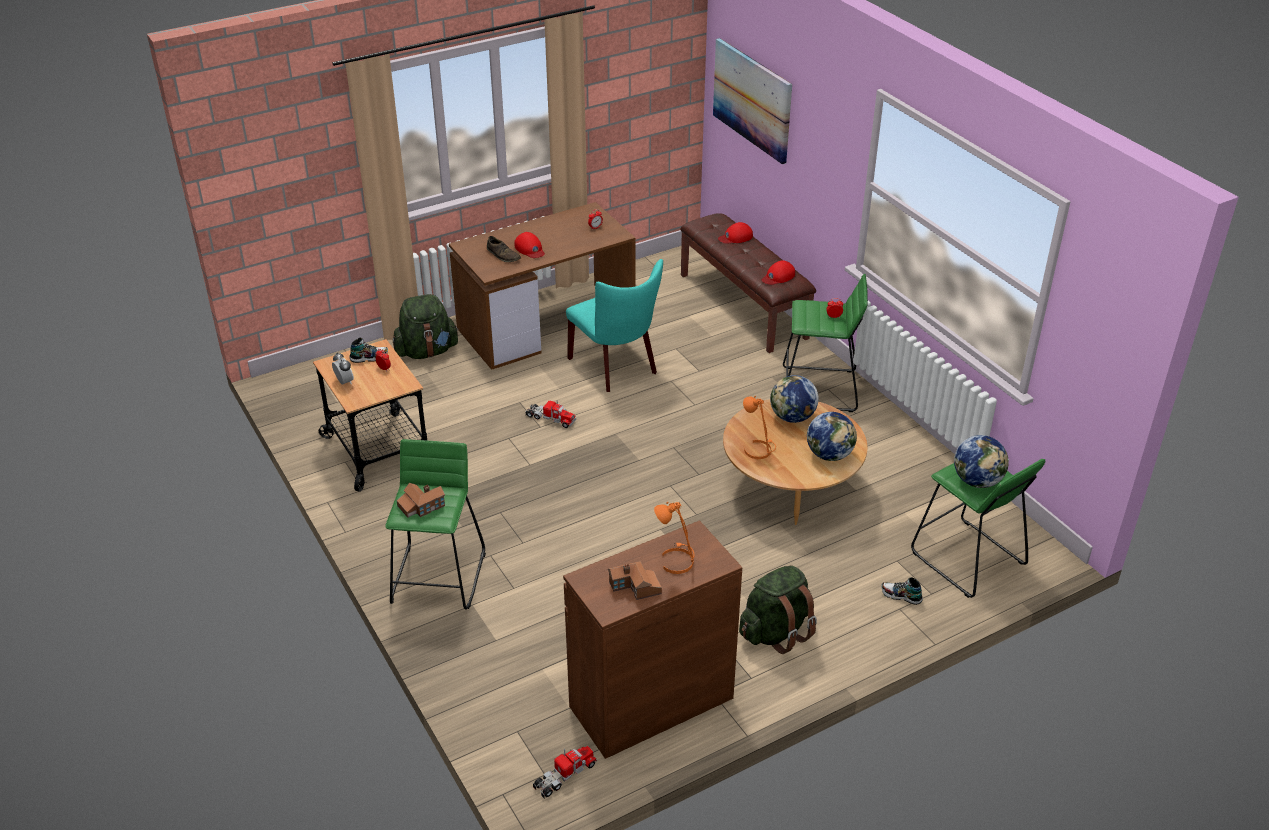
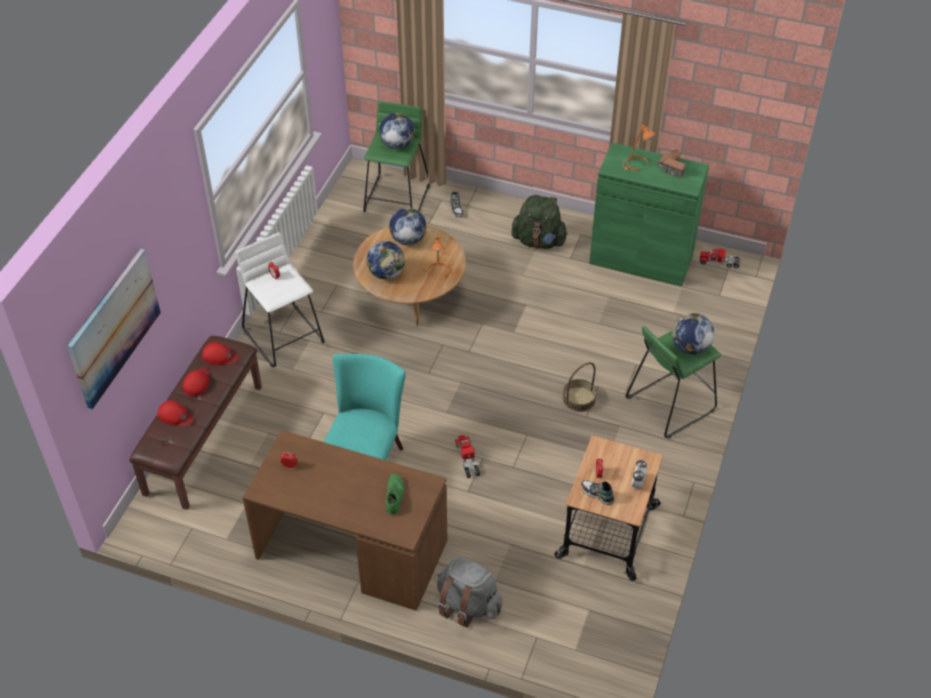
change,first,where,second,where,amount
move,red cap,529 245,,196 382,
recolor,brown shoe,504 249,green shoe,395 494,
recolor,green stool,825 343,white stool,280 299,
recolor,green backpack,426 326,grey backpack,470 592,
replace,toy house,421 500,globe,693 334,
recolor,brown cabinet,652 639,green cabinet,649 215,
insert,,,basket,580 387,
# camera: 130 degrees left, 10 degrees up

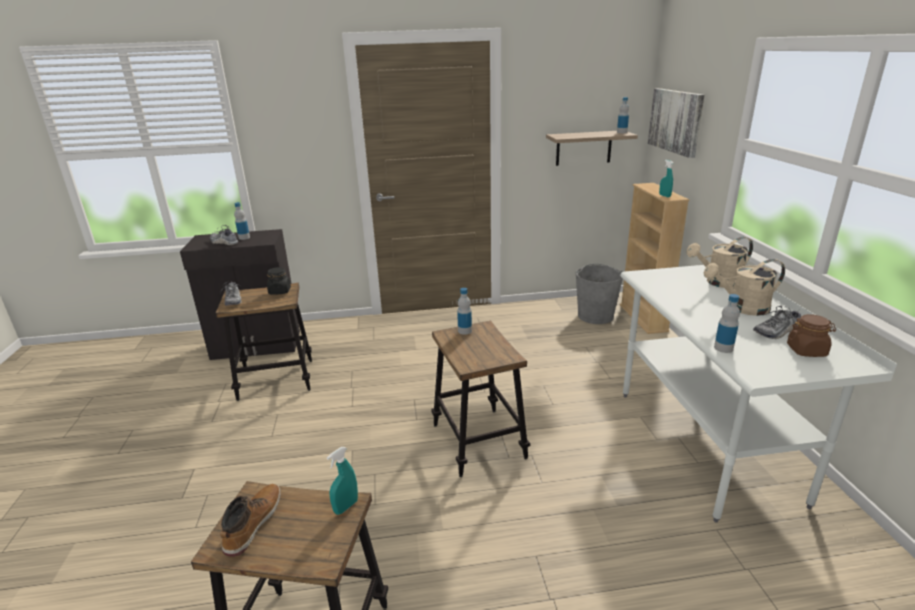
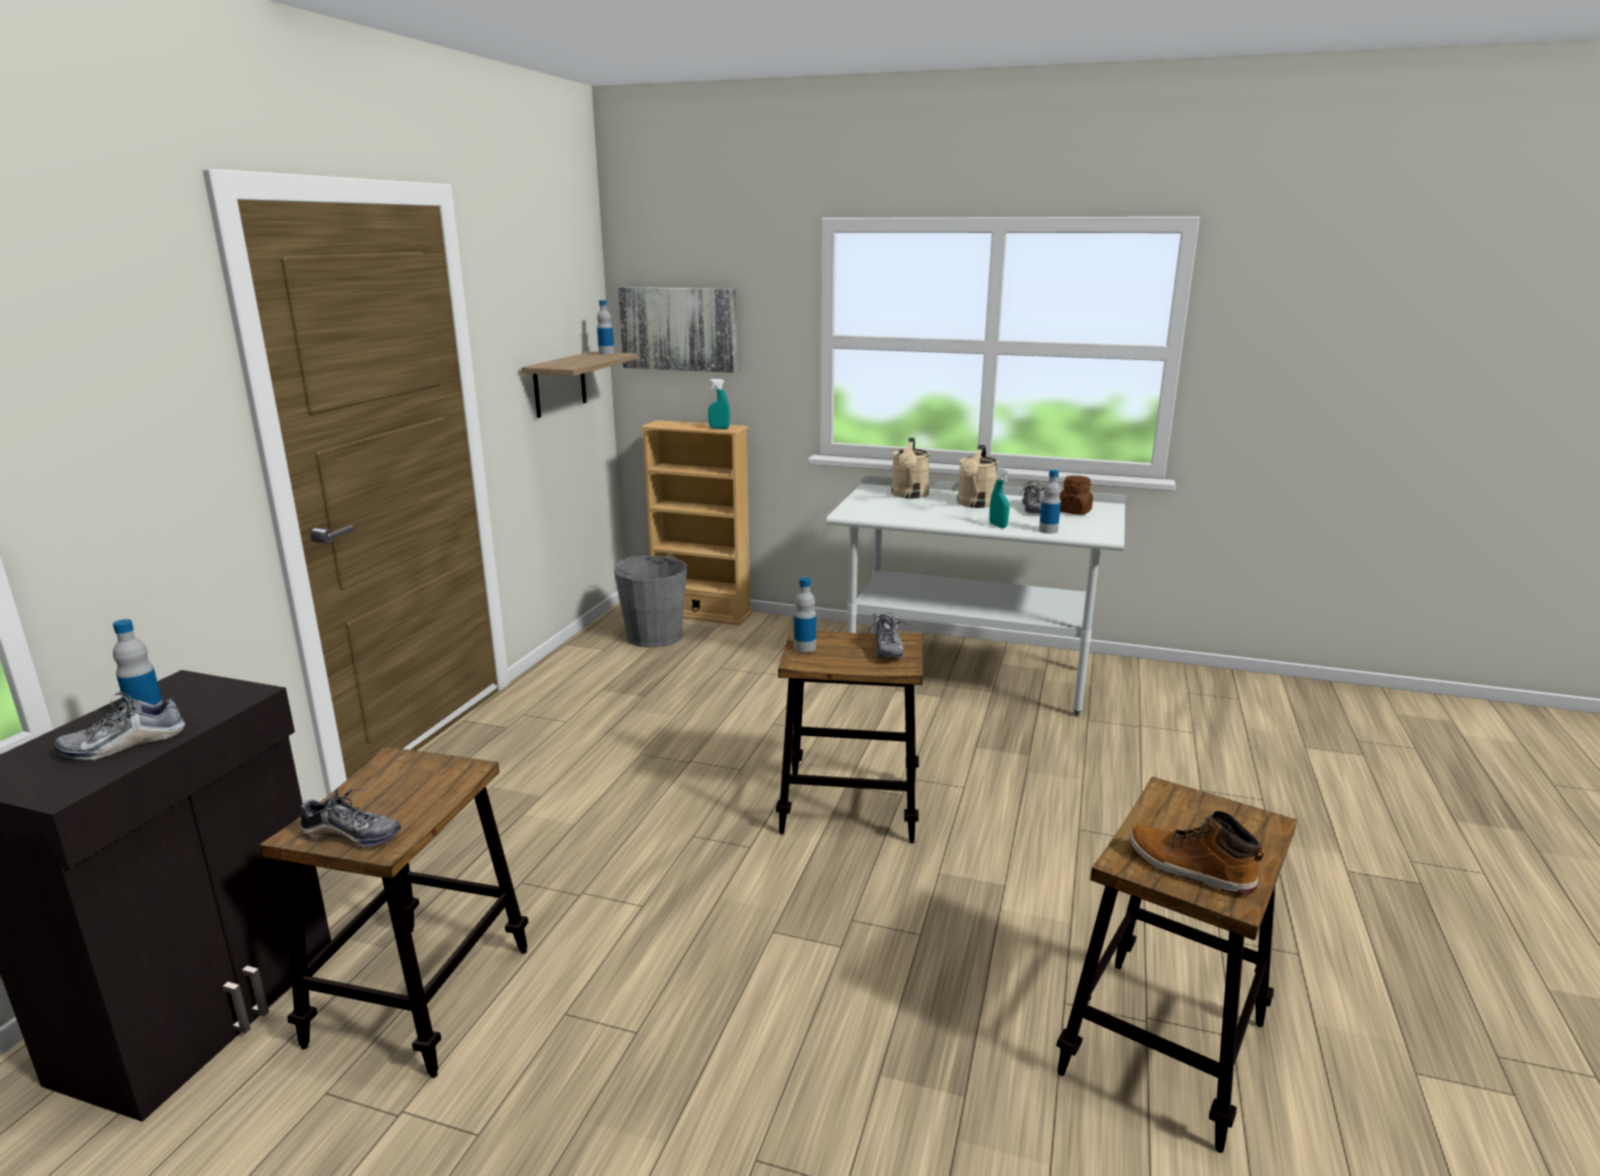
change,first,where,second,where,amount
delete,black jar,279 281,,,
move,turquoise spray bottle,342 481,,999 497,
insert,,,shoe,888 635,
# camera: 65 degrees left, 5 degrees down

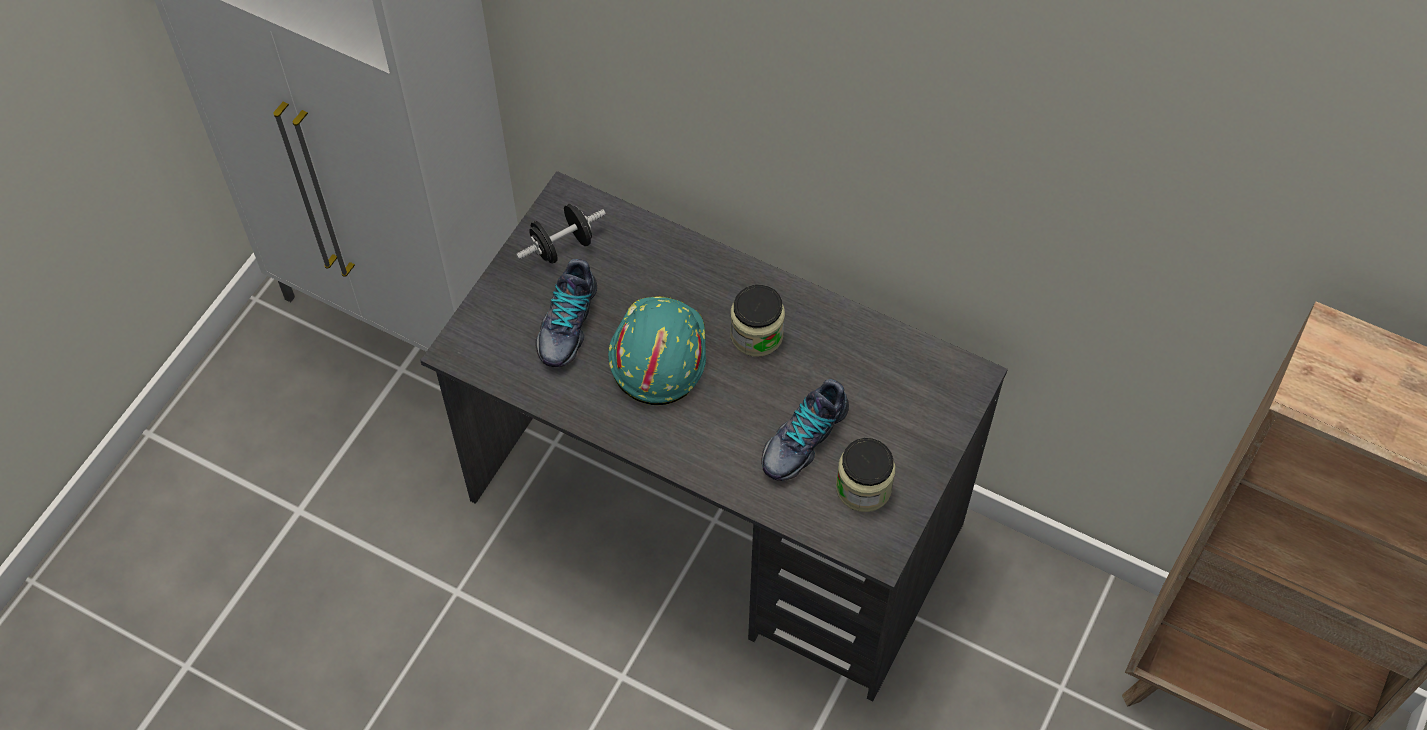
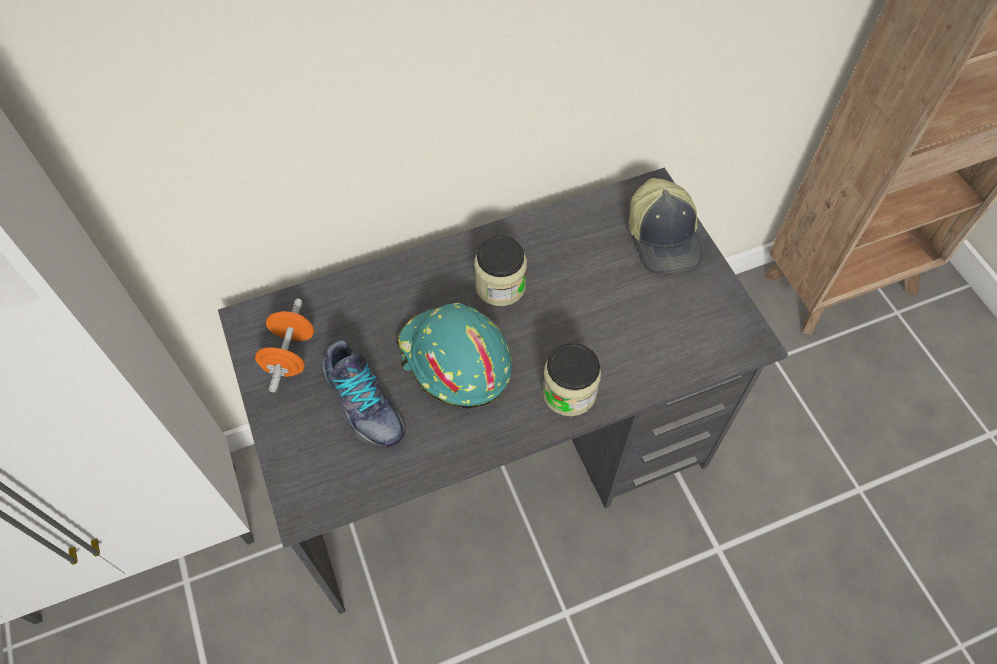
change,first,where,second,where,amount
recolor,black dumbbell,561 234,orange dumbbell,284 345,
delete,shoe,805 430,,,
move,jar,865 475,,571 379,
insert,,,cap,665 226,
# camera: 50 degrees left, 0 degrees up

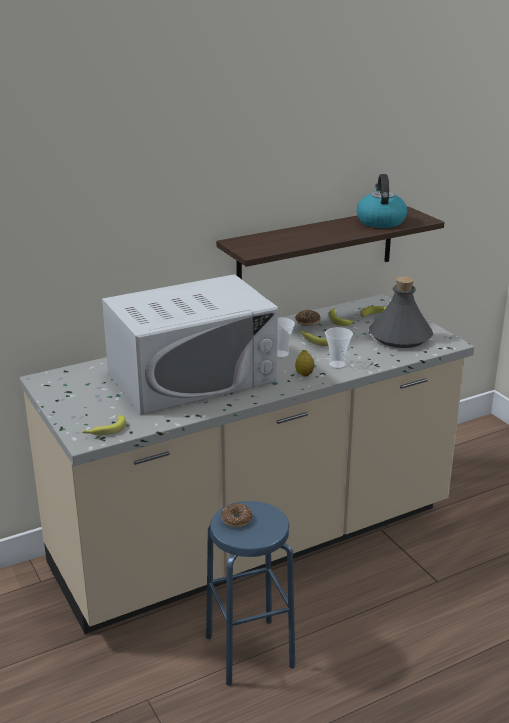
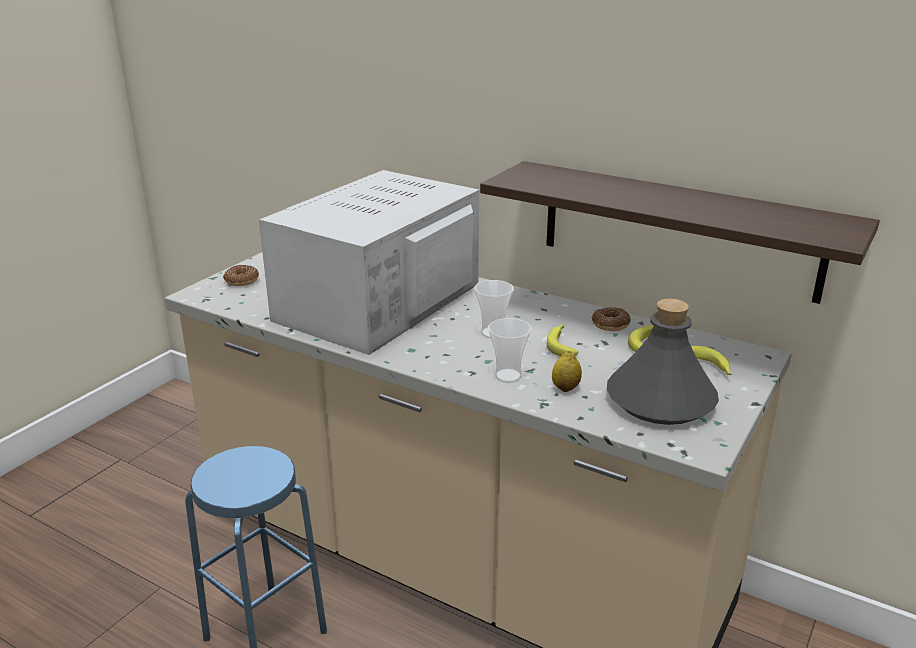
change,first,where,second,where,amount
delete,kettle,381 201,,,
rotate,white microwave,190 344,,369 262,90 degrees clockwise
move,lemon,304 363,,567 371,
delete,banana,104 425,,,
move,donut,237 515,,241 275,
# camera: 60 degrees right, 0 degrees up

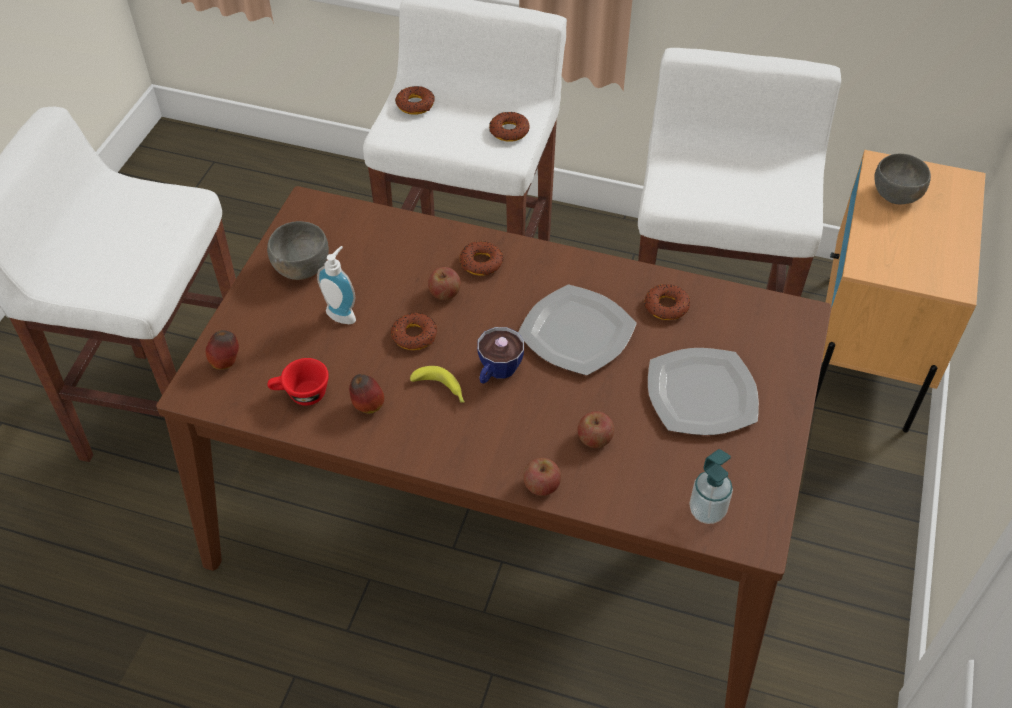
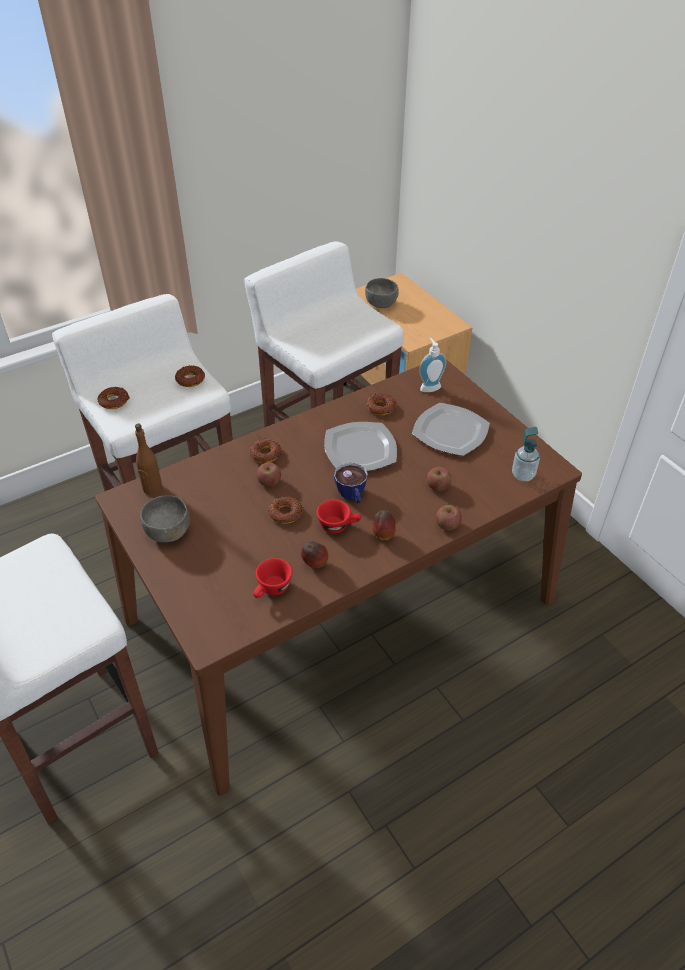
change,first,where,second,where,amount
move,soap dispenser,336 285,,432 365,
move,apple,222 349,,384 525,
replace,banana,437 384,red cup,339 516,
insert,,,brown bottle,148 460,
# camera: 50 degrees left, 5 degrees down

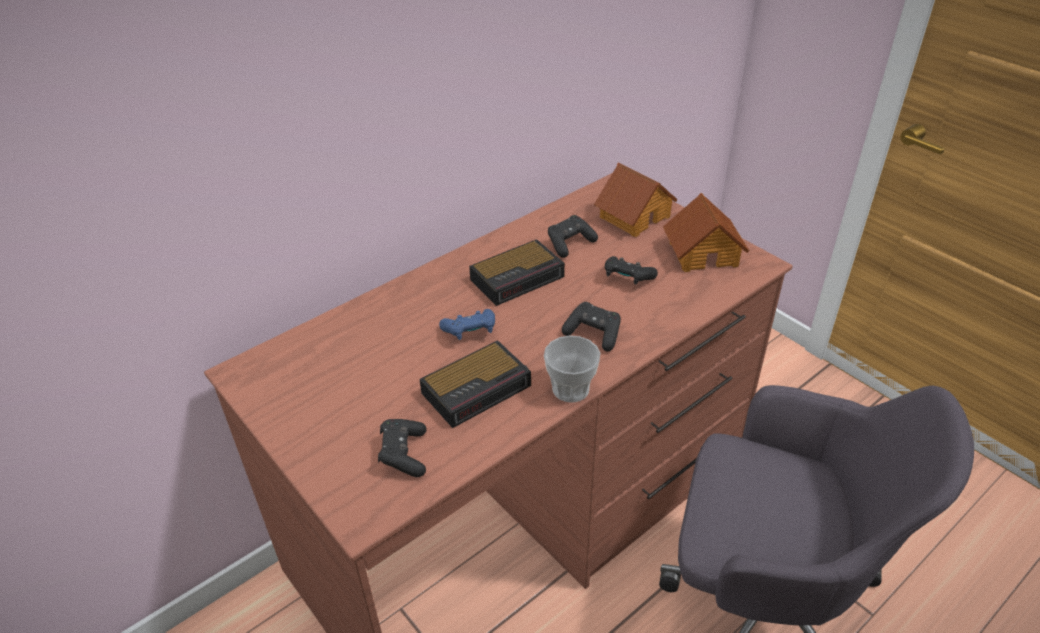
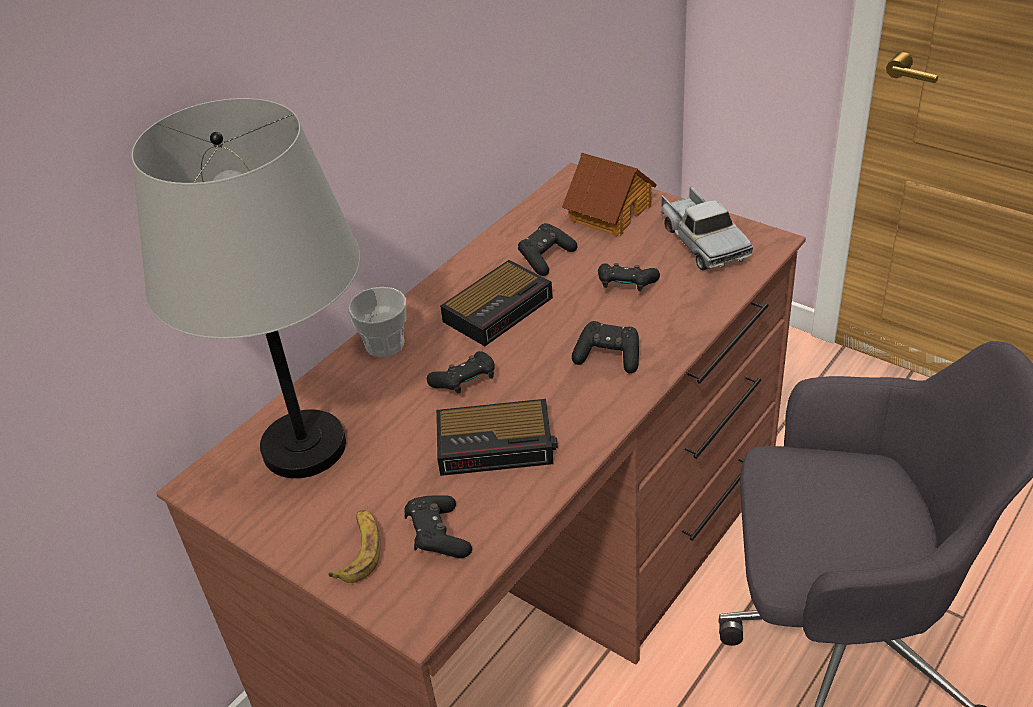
change,first,where,second,where,amount
replace,toy house,706 232,toy truck,707 228,
recolor,blue game controller,467 324,black game controller,461 372,
move,cup,572 369,,377 322,
rotate,alarm clock,475 384,,497 437,45 degrees clockwise
insert,,,grey table lamp,246 288,
insert,,,banana,354 546,
# camera: 10 degrees left, 0 degrees up

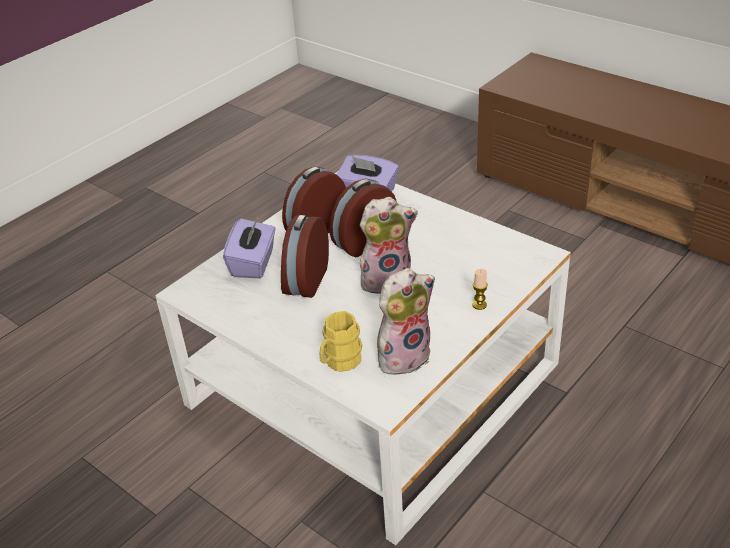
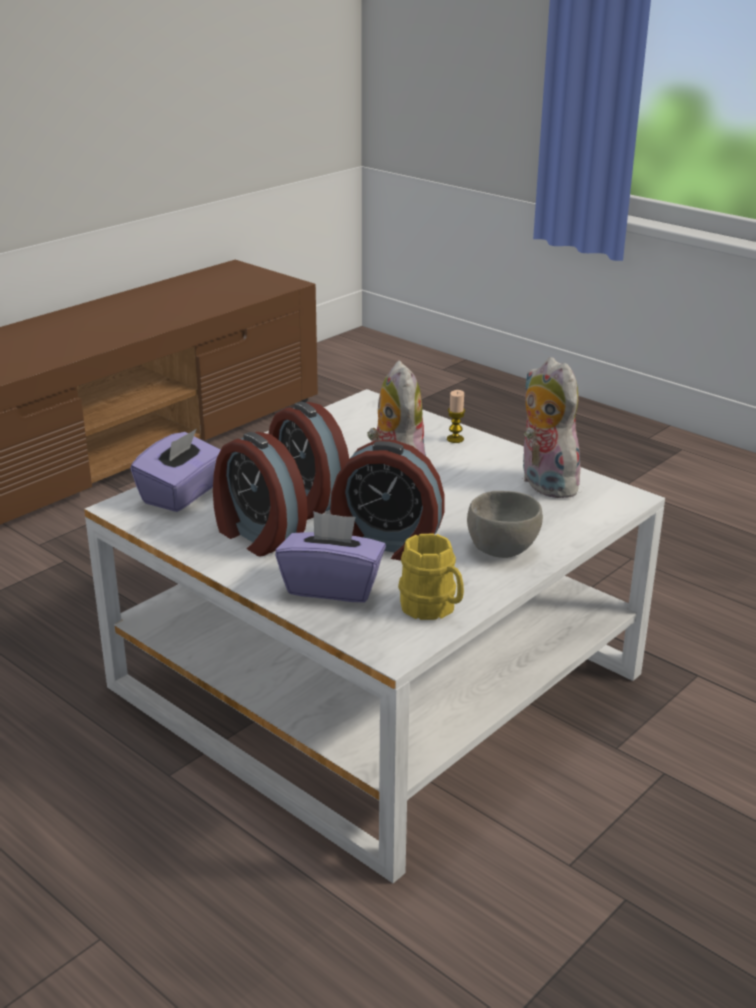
change,first,where,second,where,amount
move,yellow mug,341 341,,431 577,
insert,,,grey bowl,505 524,
# camera: 90 degrees left, 10 degrees down

